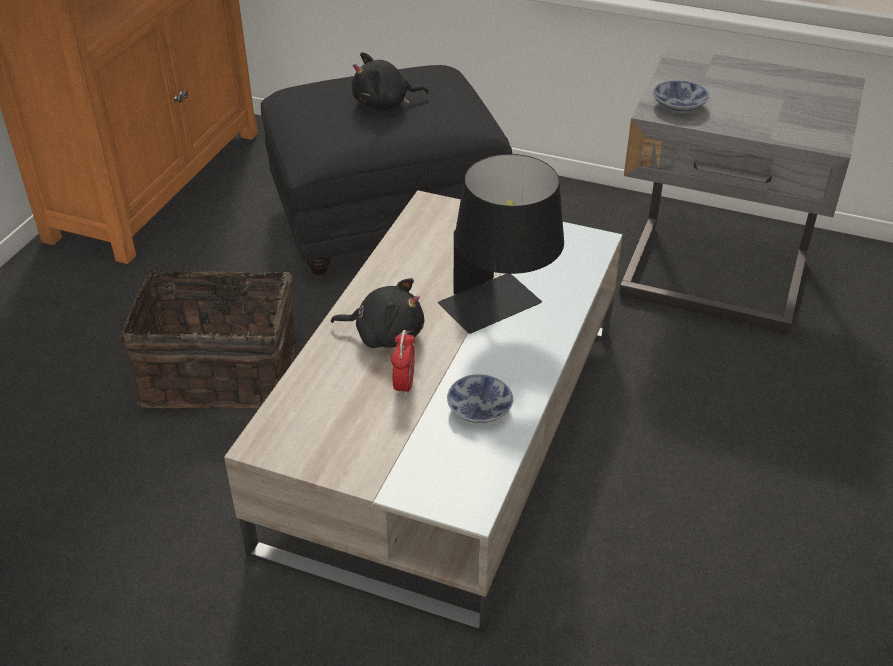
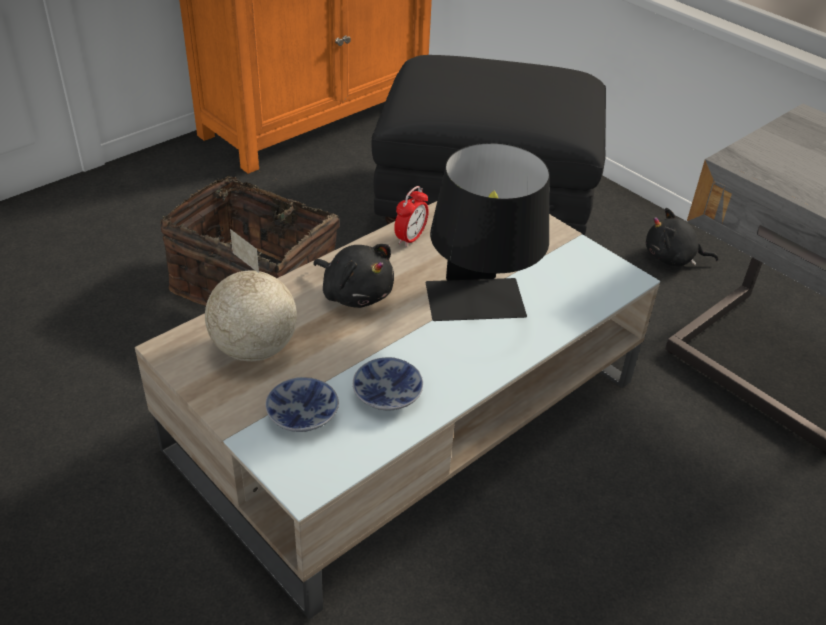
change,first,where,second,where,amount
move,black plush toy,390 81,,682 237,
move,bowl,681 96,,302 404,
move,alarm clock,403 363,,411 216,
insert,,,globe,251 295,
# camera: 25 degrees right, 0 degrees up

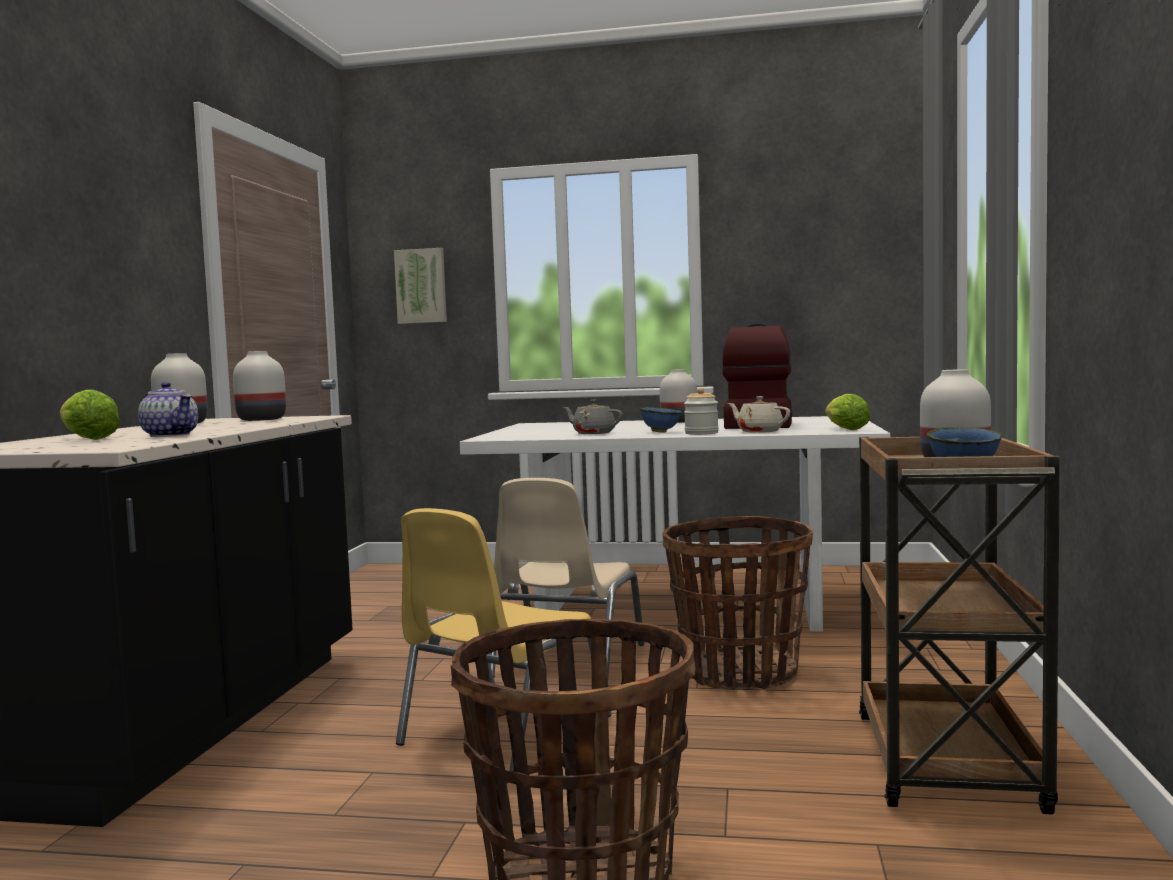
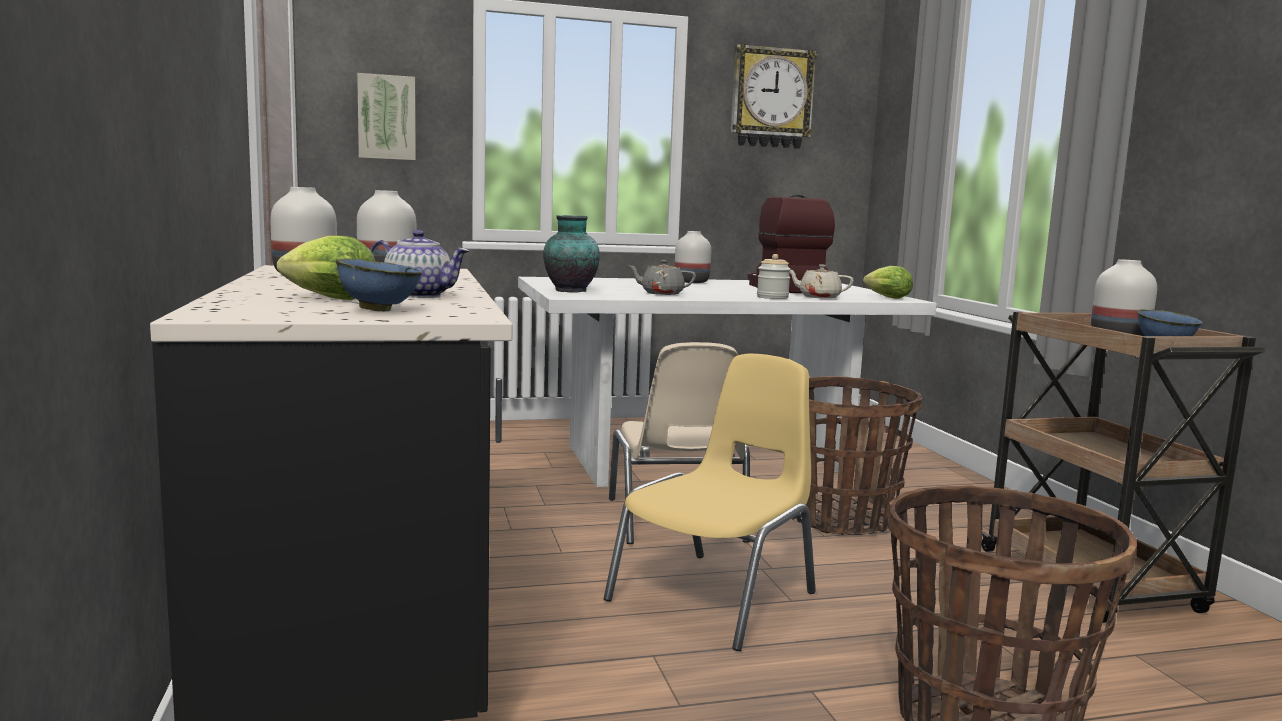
change,first,where,second,where,amount
move,blue bowl,661 420,,379 284,
rotate,yellow chair,504 640,,710 502,150 degrees counterclockwise
insert,,,wall clock,774 96,
insert,,,vase,571 254,
# camera: 25 degrees left, 5 degrees up

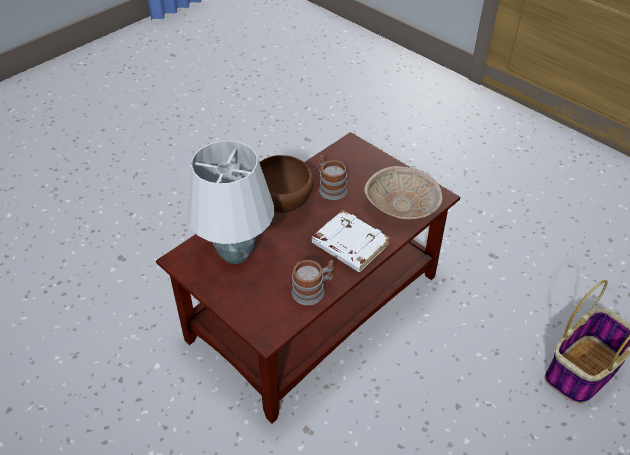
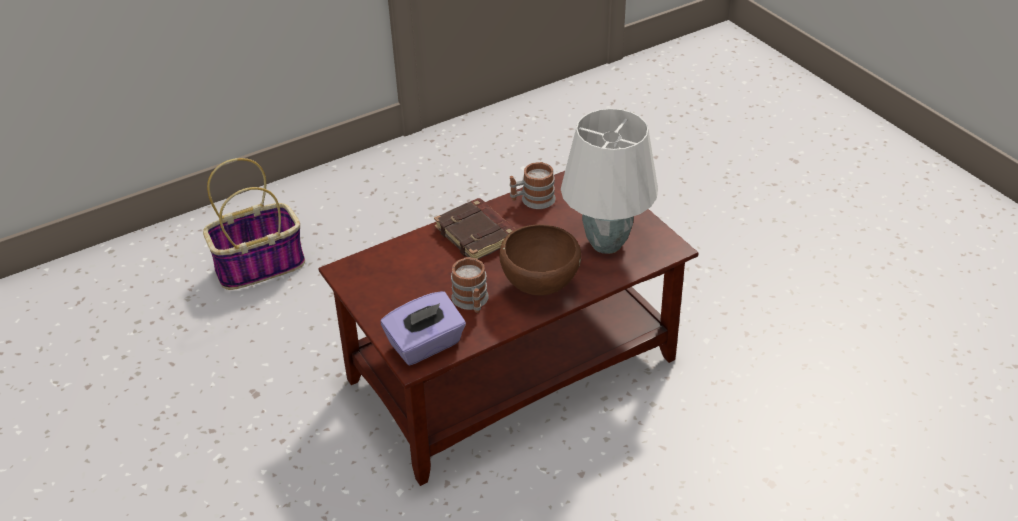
change,first,where,second,where,amount
delete,beige bowl,403 192,,,
recolor,white book,351 241,brown book,475 228,
insert,,,purple tissue box,423 328,
# camera: 165 degrees left, 5 degrees down

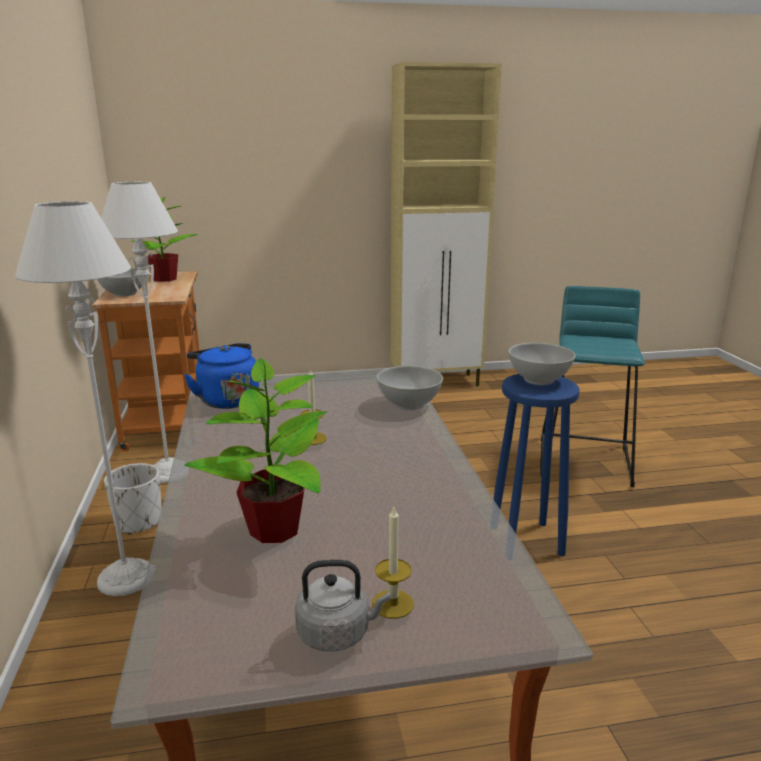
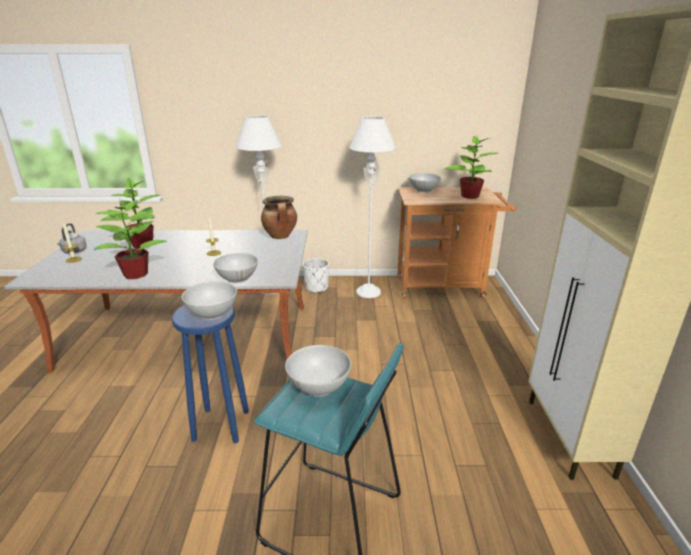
change,first,where,second,where,amount
replace,blue kettle,221 376,cooking pot,279 217,
insert,,,potted plant,130 239,
insert,,,white bowl,318 371,
# camera: 100 degrees right, 5 degrees up

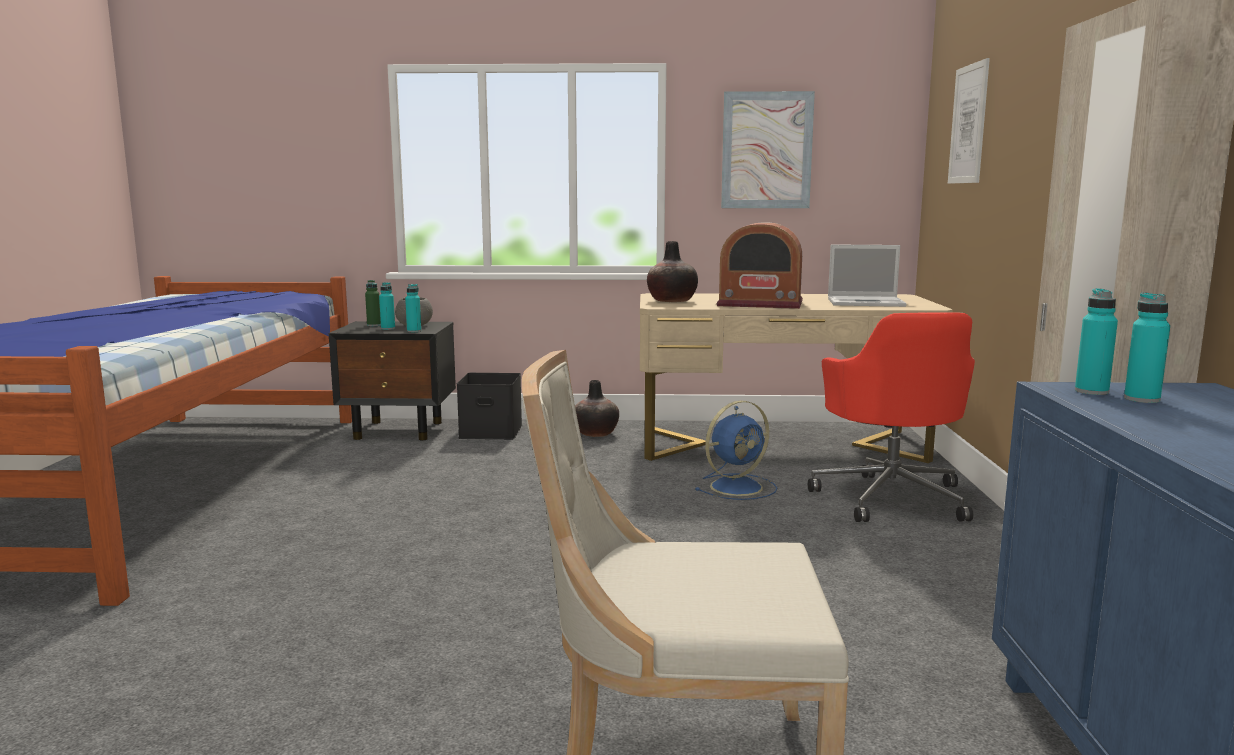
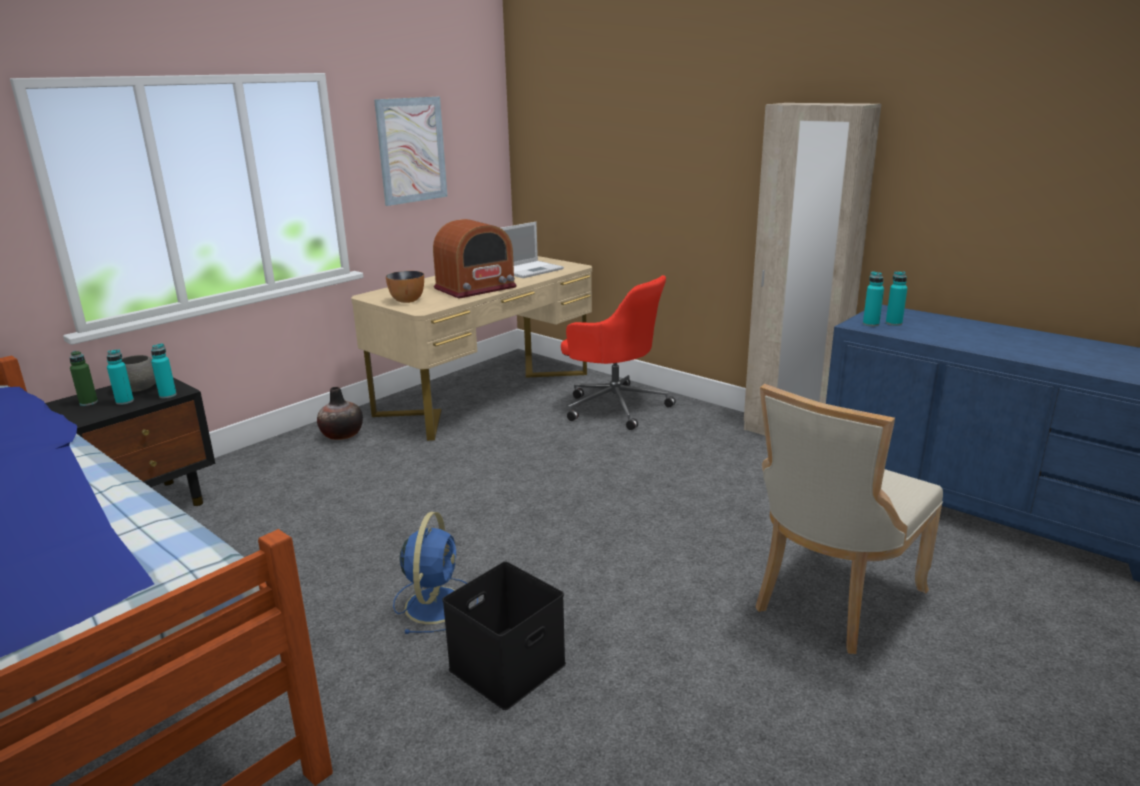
change,first,where,second,where,amount
delete,picture,969 121,,,
replace,vase,672 271,bowl,405 287,
move,black storage box,489 406,,504 636,
move,blue fan,736 450,,435 573,
# camera: 50 degrees left, 10 degrees up

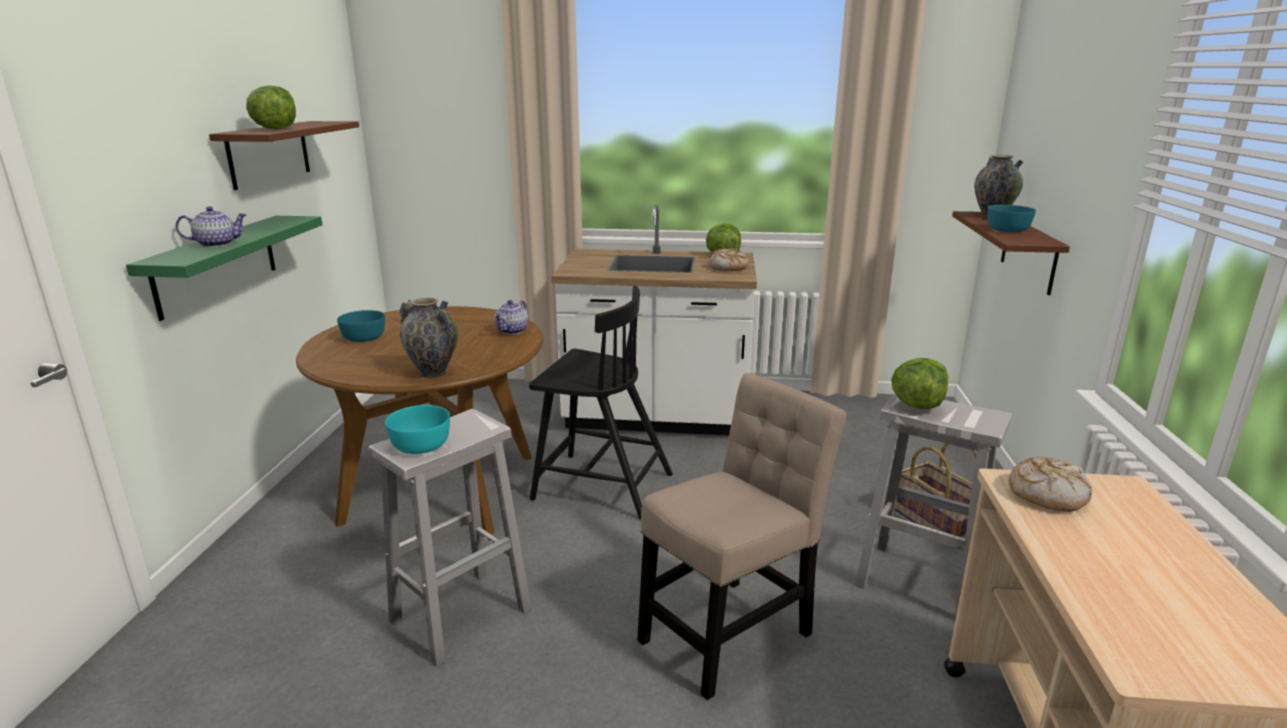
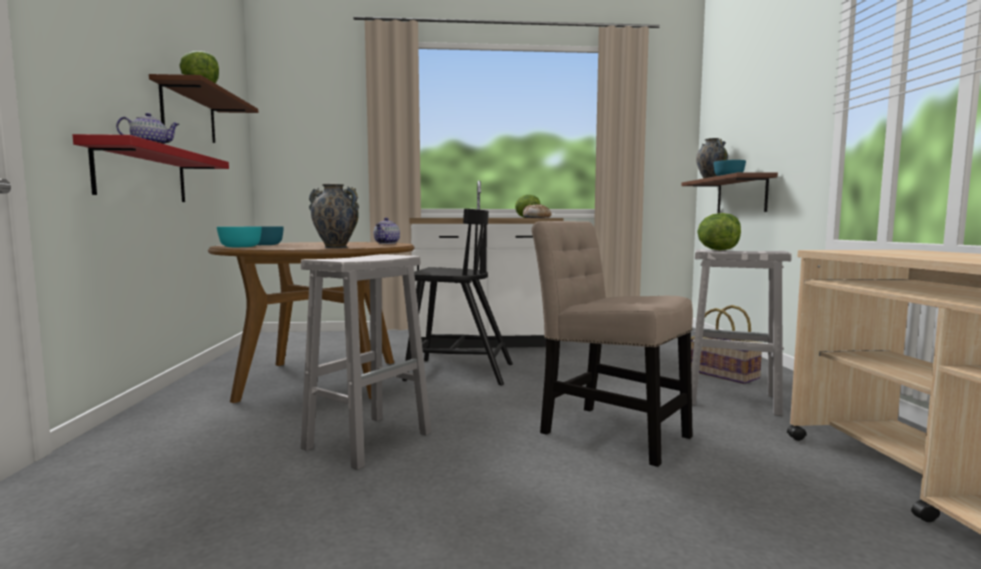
change,first,where,second,where,amount
recolor,green shelf,224 268,red shelf,151 168,
rotate,beige chair,742 536,,612 344,90 degrees counterclockwise
move,turquoise bowl,417 429,,239 237,
delete,bread,1050 484,,,
# camera: 10 degrees left, 15 degrees down

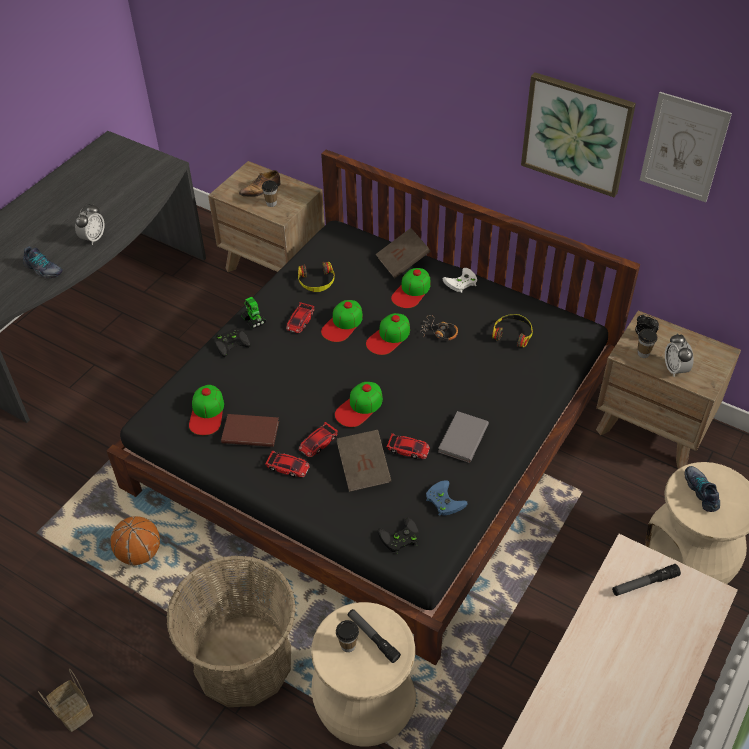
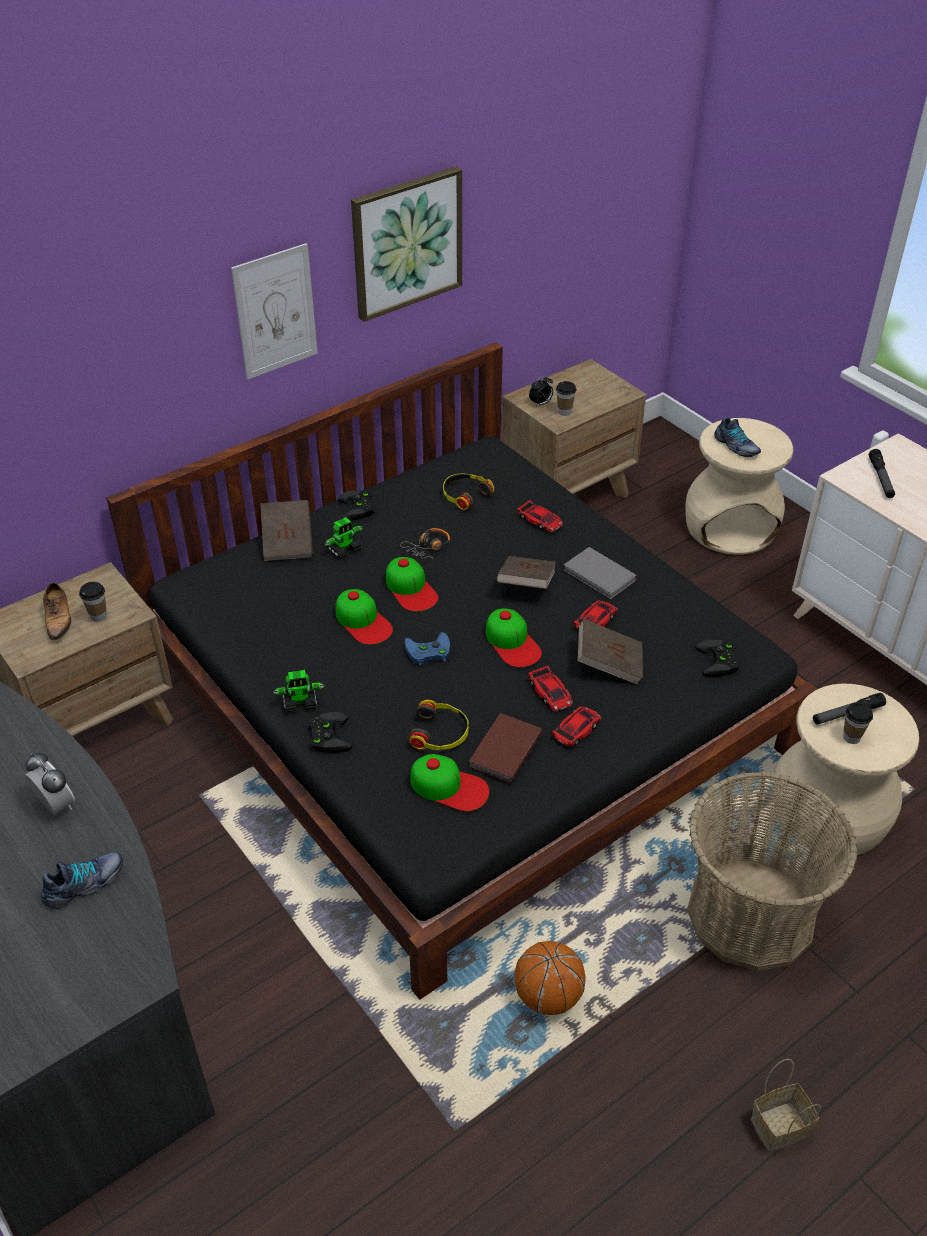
change,first,where,second,where,amount
move,picture,686 147,,274 311,
move,headphones,316 277,,438 725,
replace,cap,410 288,toy robot,344 538,
recolor,white game controller,460 280,black game controller,356 506,
move,toy car,300 317,,540 516,
delete,alarm clock,679 355,,,
rotate,shoe,702 489,,737 436,135 degrees counterclockwise
move,blue game controller,447 498,,427 649,
insert,,,brown book,526 572,
# camera: 70 degrees left, 5 degrees down

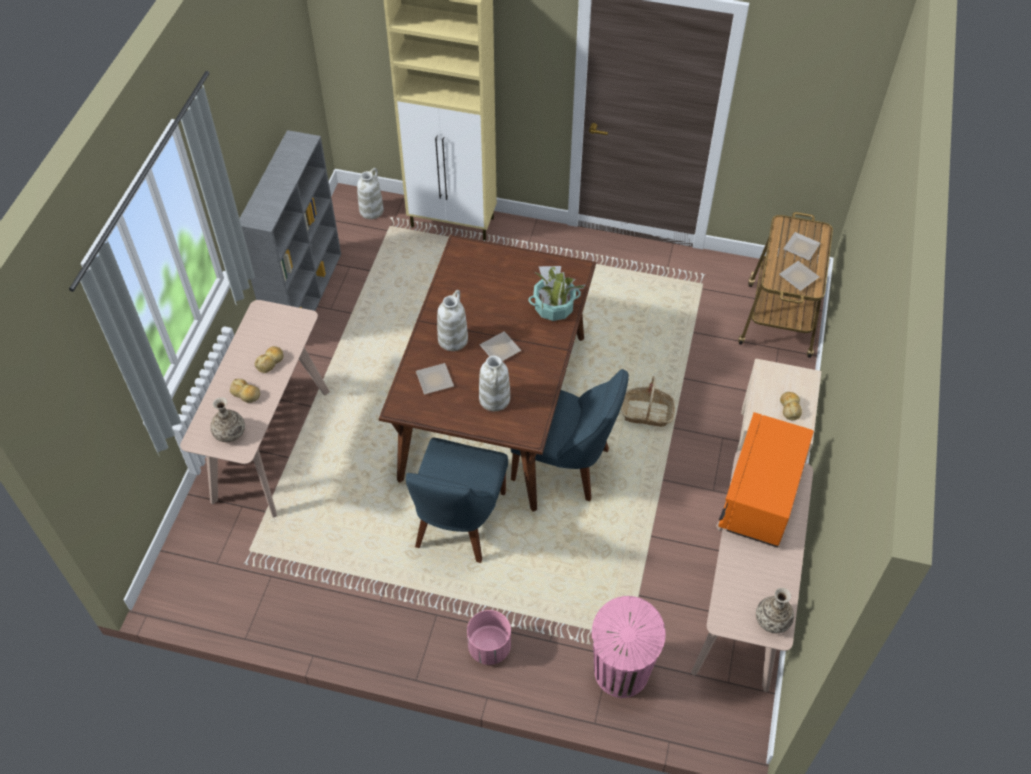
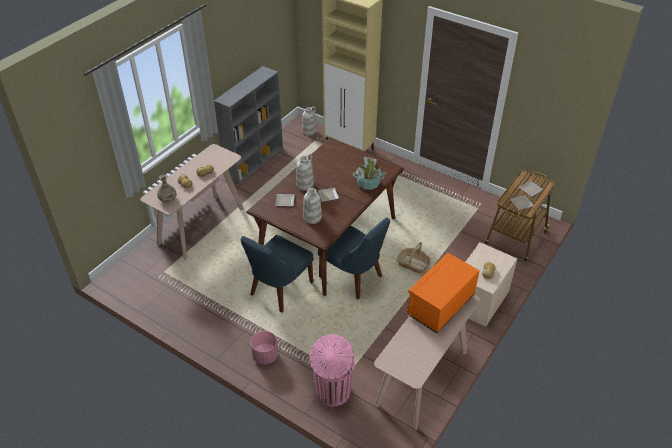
change,first,where,second,where,amount
delete,vase,775 610,,,
# camera: 20 degrees right, 10 degrees down

